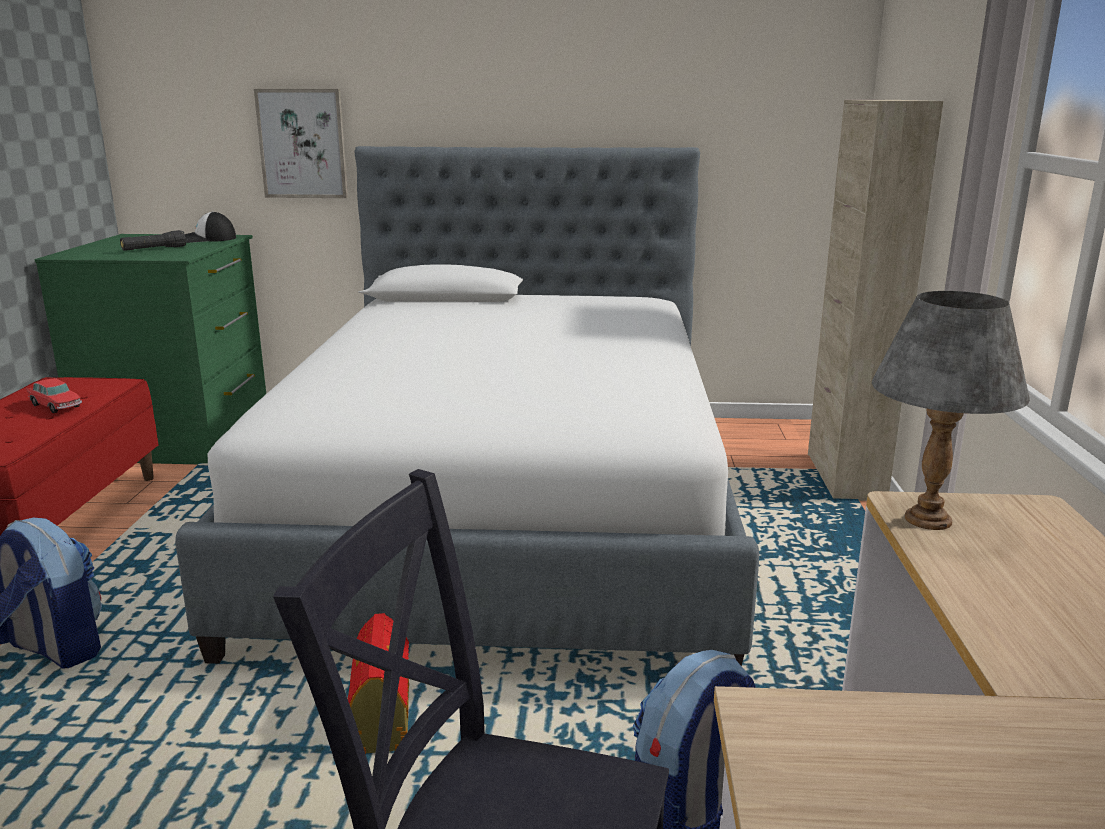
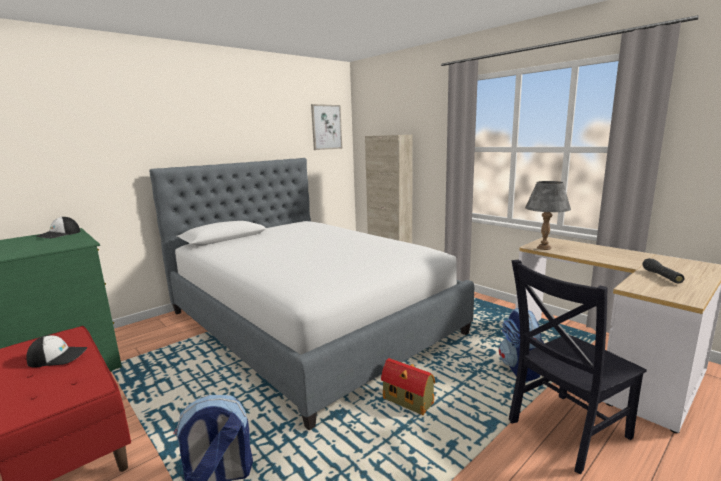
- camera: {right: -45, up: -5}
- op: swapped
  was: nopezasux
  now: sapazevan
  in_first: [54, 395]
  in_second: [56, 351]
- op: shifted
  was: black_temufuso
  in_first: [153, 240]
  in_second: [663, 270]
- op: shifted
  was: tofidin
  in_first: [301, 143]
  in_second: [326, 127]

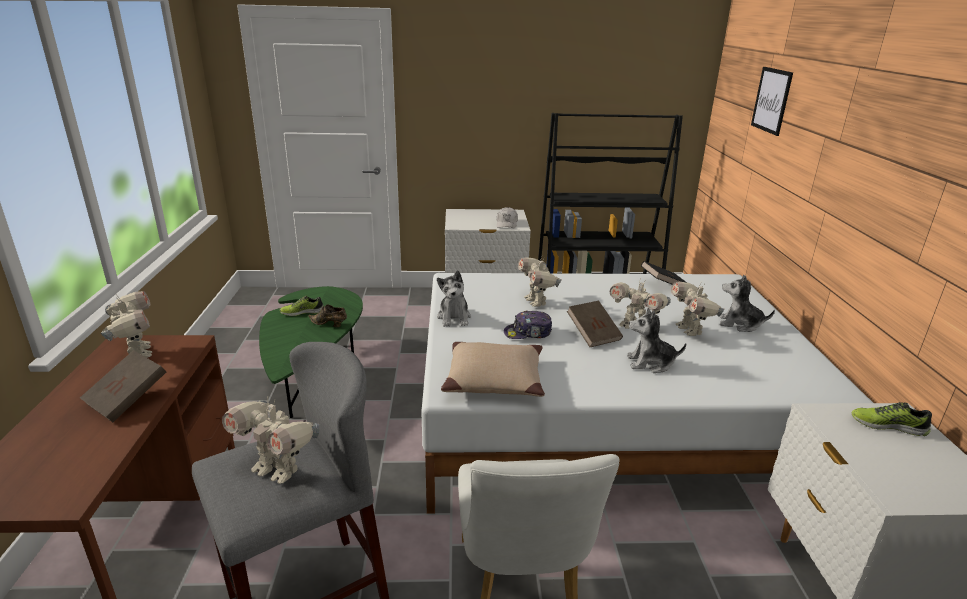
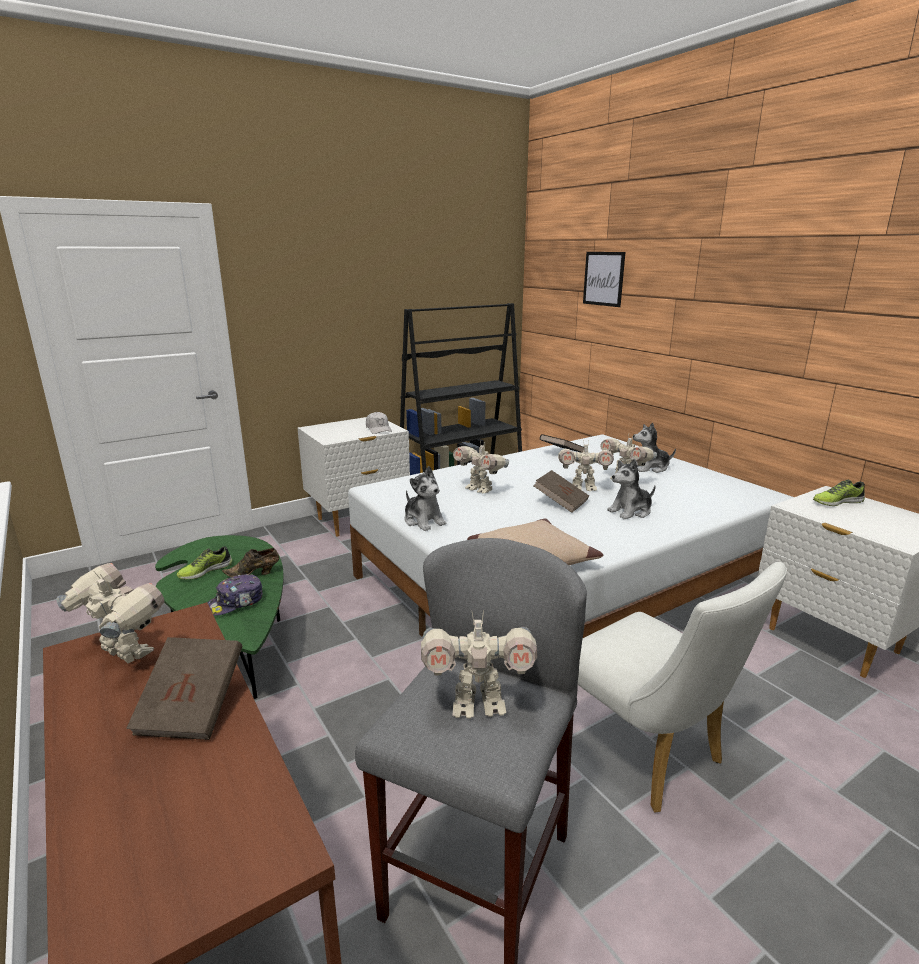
- camera: {right: -30, up: -5}
- op: shifted
  was: sapazevan
  in_first: [528, 325]
  in_second: [235, 595]

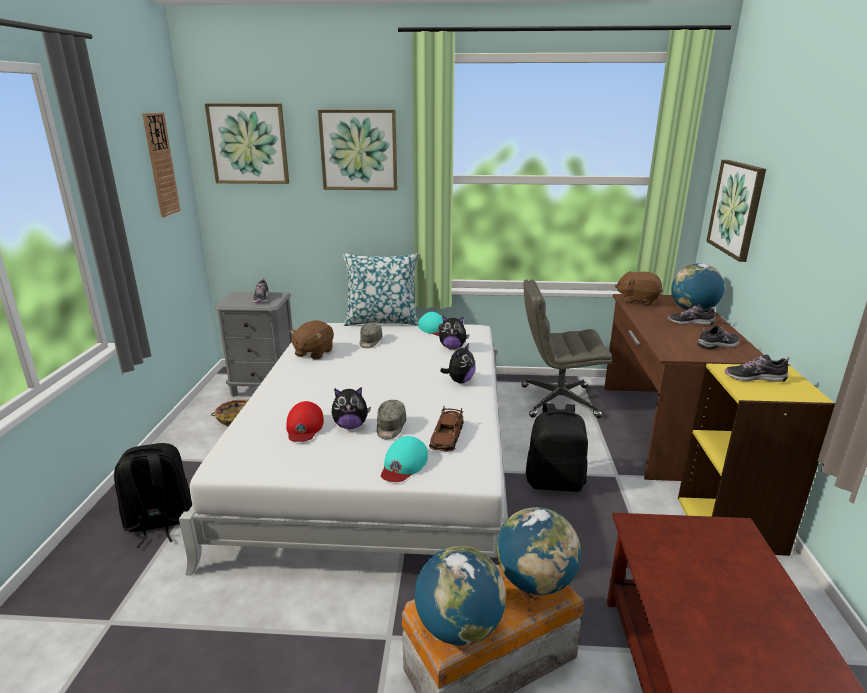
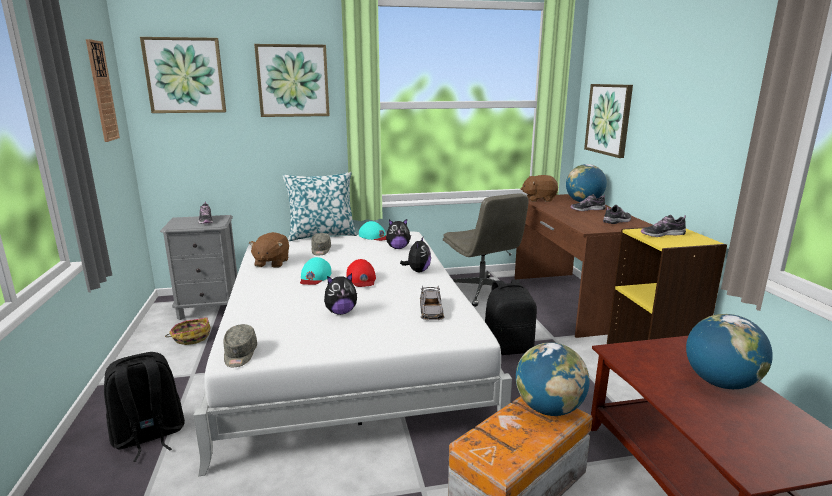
- camera: {right: -15, up: -5}
- op: shifted
  was: red_sapazevan
  in_first: [305, 421]
  in_second: [361, 273]
- op: shifted
  was: grey_sapazevan
  in_first: [391, 419]
  in_second: [240, 345]
- op: shifted
  was: turquoise_sapazevan
  in_first: [404, 459]
  in_second: [315, 271]
- op: shifted
  was: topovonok
  in_first: [460, 596]
  in_second: [729, 351]
- op: repainted
  was: brown_nopezasux
  now: grey_nopezasux
  in_first: [446, 429]
  in_second: [432, 302]
- op: rotated
  was: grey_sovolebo
  in_first: [566, 348]
  in_second: [486, 250]
  clockwise: -105

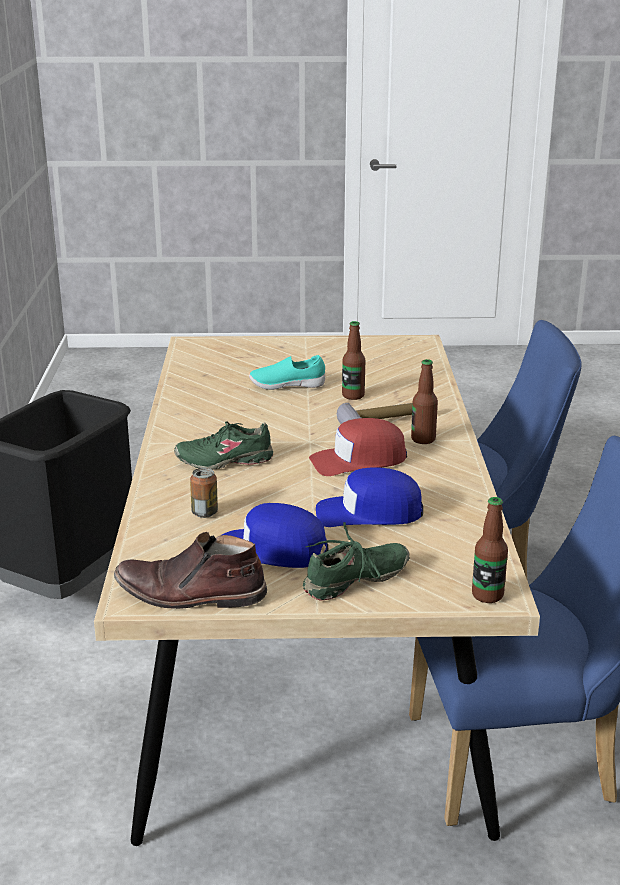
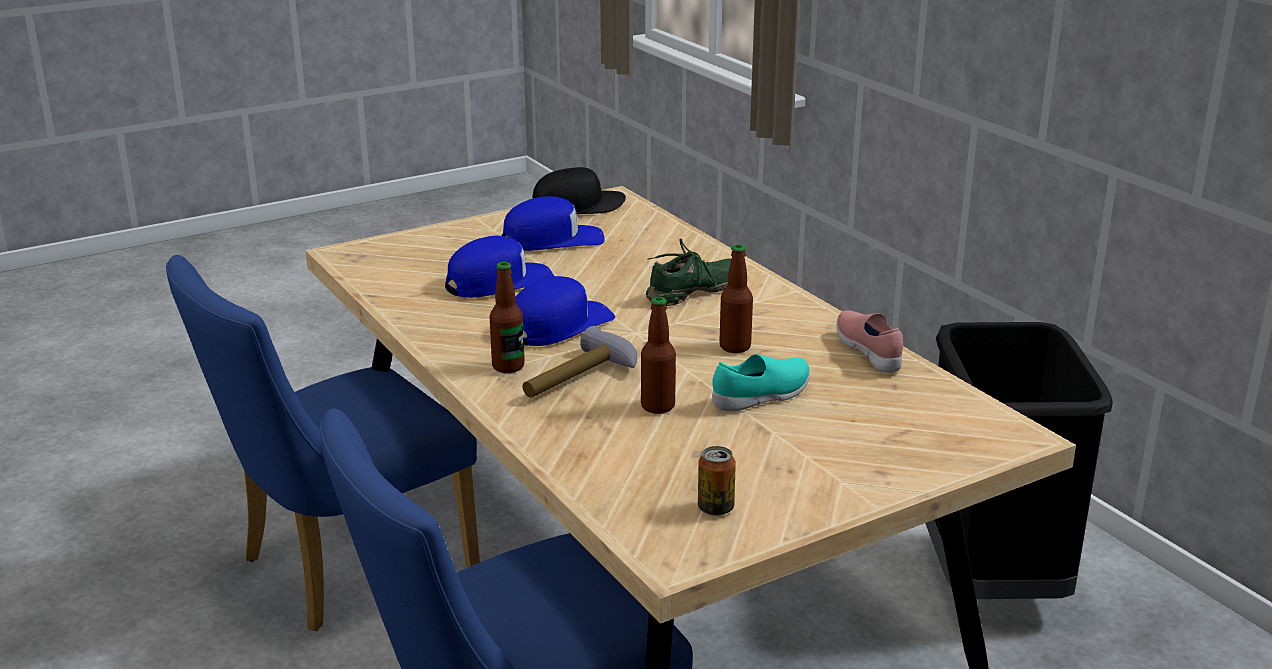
- camera: {right: 150, up: 0}
- op: swapped
  was: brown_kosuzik
  now: black_sapazevan
  in_first: [190, 570]
  in_second: [579, 190]
- op: shifted
  was: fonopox
  in_first: [204, 493]
  in_second: [717, 481]
- op: gone
  was: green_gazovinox
  in_first: [356, 561]
- op: repainted
  was: red_sapazevan
  now: blue_sapazevan
  in_first: [358, 447]
  in_second: [565, 311]
- op: shifted
  was: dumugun
  in_first: [490, 550]
  in_second: [736, 298]
- op: new
  now: pink_gazovinox
  in_second: [869, 342]

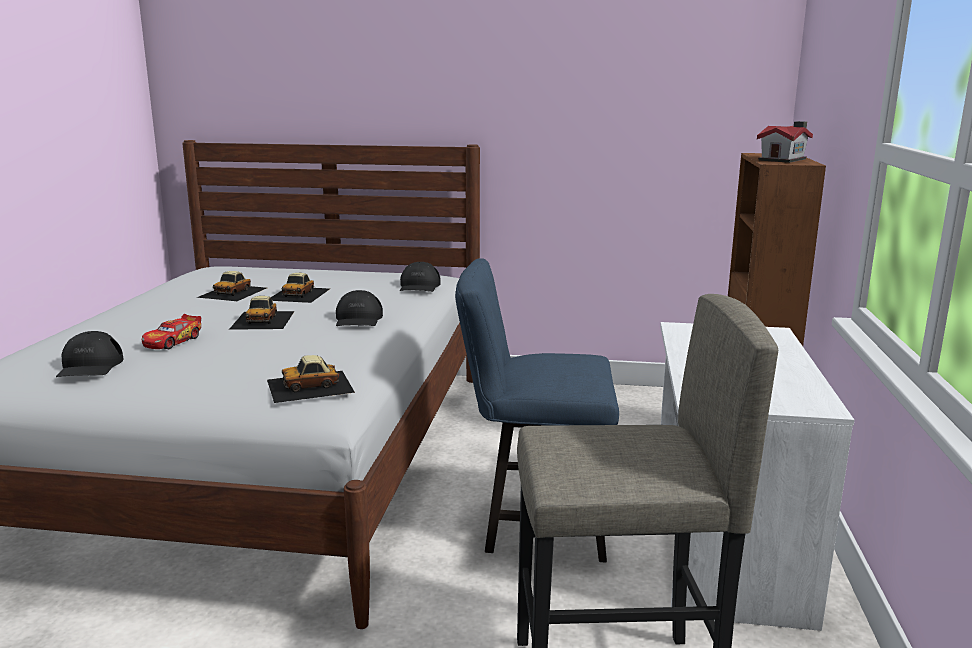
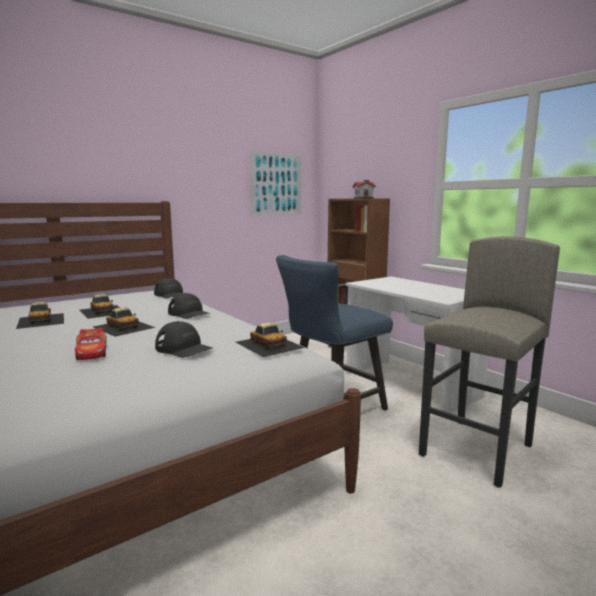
- camera: {right: -45, up: -5}
- op: shifted
  was: black_sapazevan
  in_first: [90, 354]
  in_second: [184, 339]
- op: rotated
  was: nopezasux
  in_first: [311, 379]
  in_second: [270, 339]
  clockwise: -60
- op: new
  now: tofidin
  in_second: [275, 183]

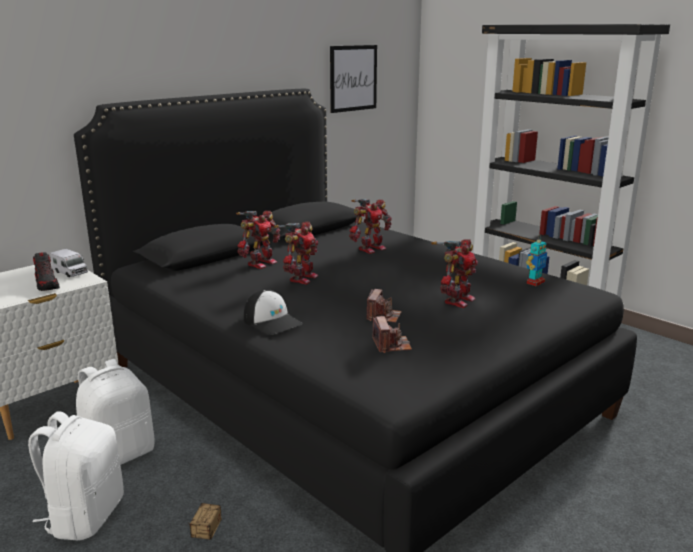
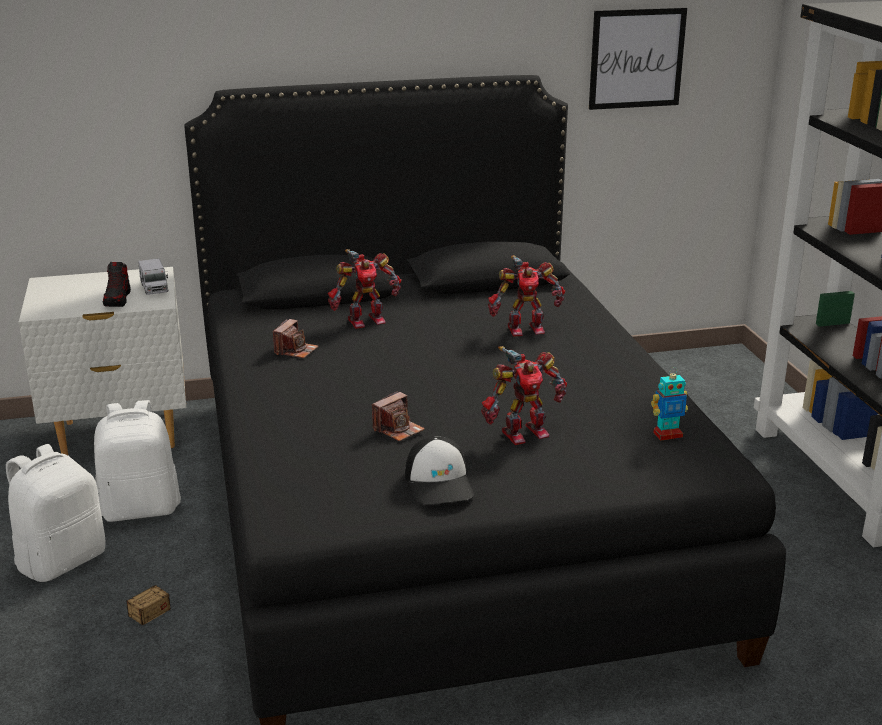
- camera: {right: 30, up: 5}
- op: shifted
  was: sapazevan
  in_first: [273, 312]
  in_second: [439, 470]
- op: gone
  was: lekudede
  in_first: [296, 253]
- op: shifted
  was: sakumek
  in_first: [392, 334]
  in_second: [295, 338]

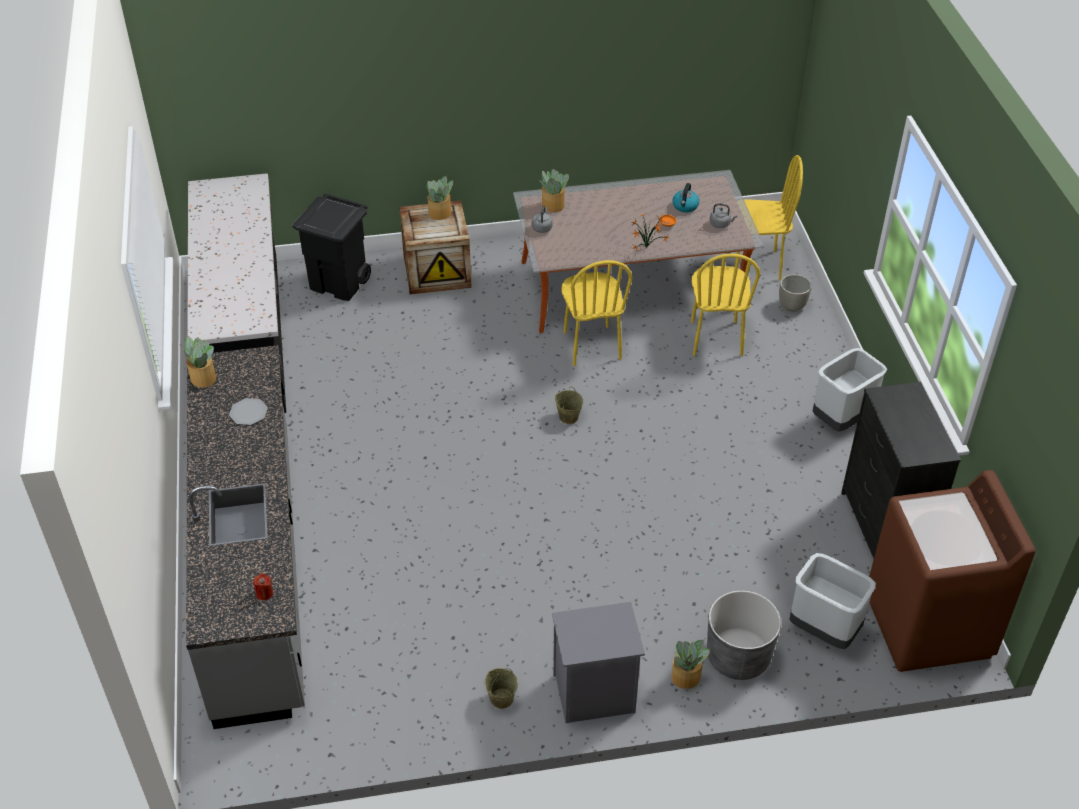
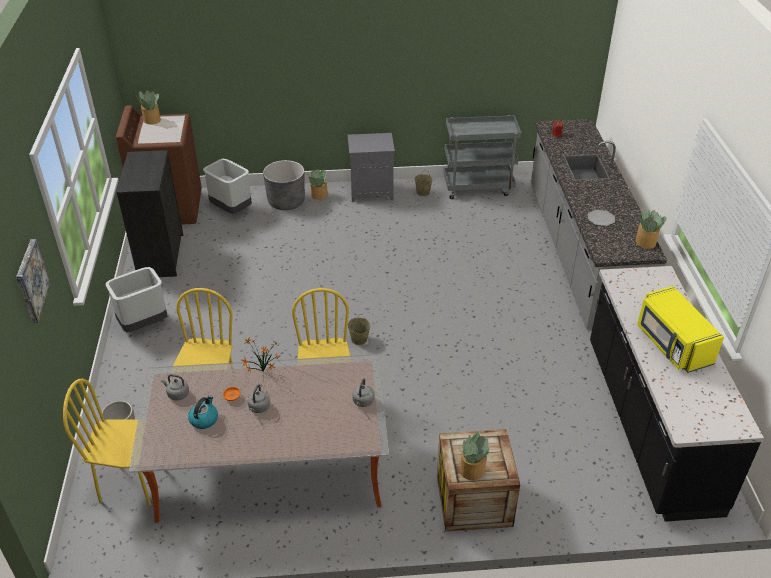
- camera: {right: -175, up: -5}
- op: gone
  was: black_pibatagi
  in_first: [331, 247]
- op: shifted
  was: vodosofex
  in_first: [554, 190]
  in_second: [148, 108]
- op: new
  now: tofidin
  in_second: [33, 281]
- op: new
  now: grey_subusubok
  in_second: [259, 398]
- op: new
  now: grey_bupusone
  in_second: [482, 157]
- op: new
  now: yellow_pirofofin
  in_second: [680, 329]

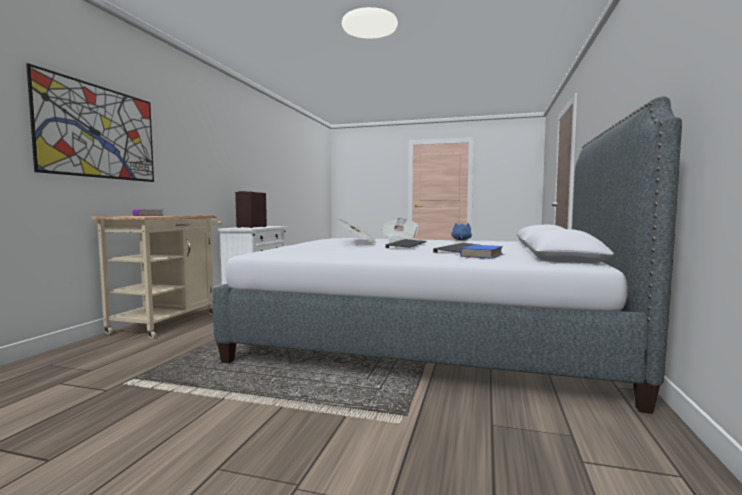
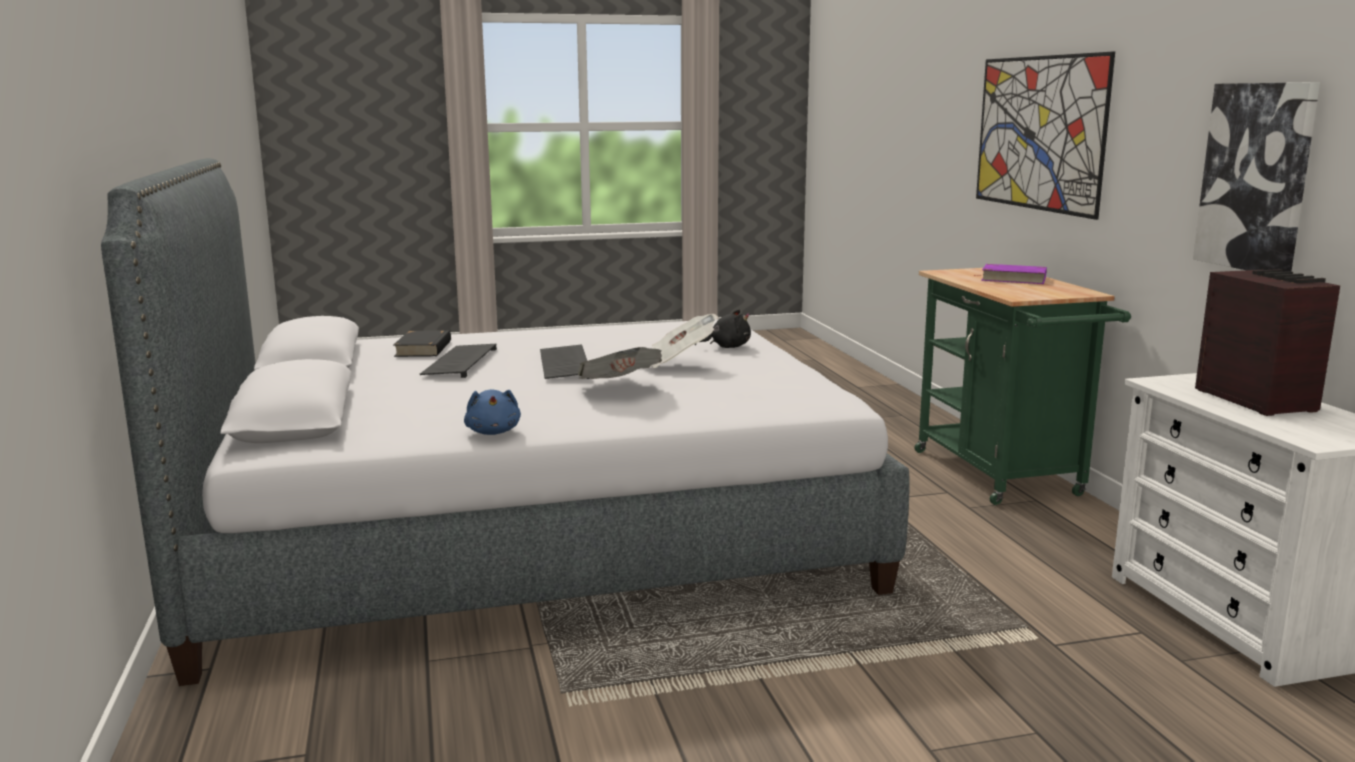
- camera: {right: 150, up: 10}
- op: repainted
  was: beige_bupusone
  now: green_bupusone
  in_first: [156, 277]
  in_second: [1022, 386]
- op: repainted
  was: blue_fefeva
  now: black_fefeva
  in_first: [481, 252]
  in_second: [422, 343]
- op: new
  now: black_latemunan
  in_second: [723, 329]
- op: new
  now: tofidin
  in_second: [1256, 177]

